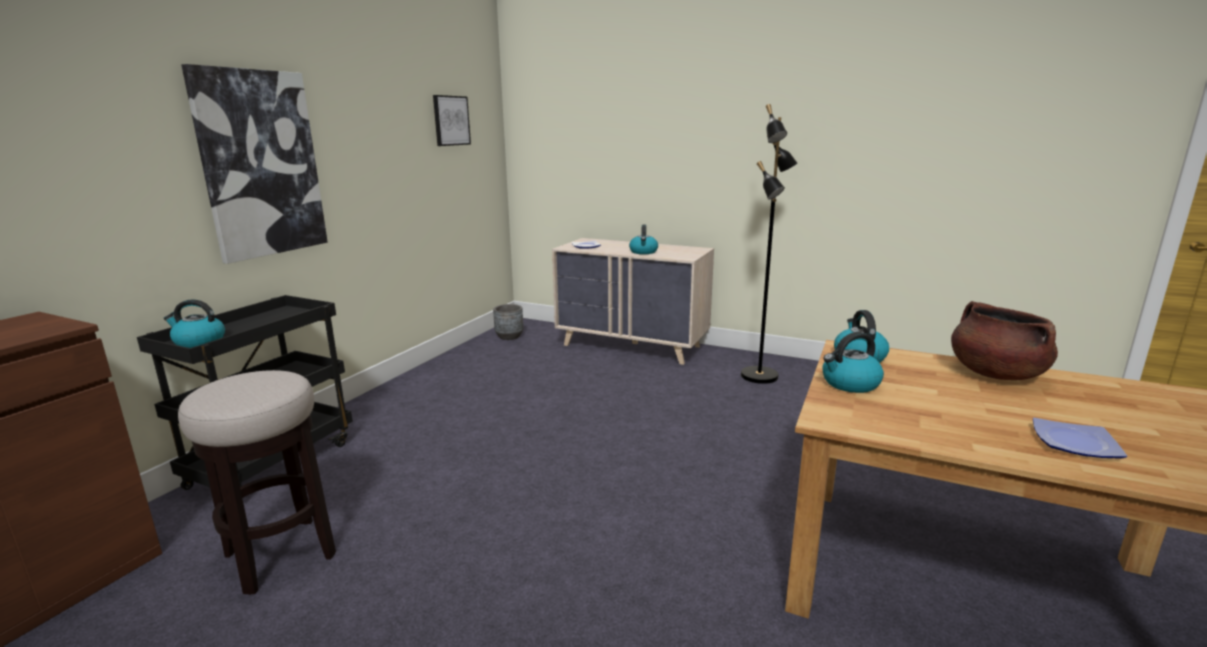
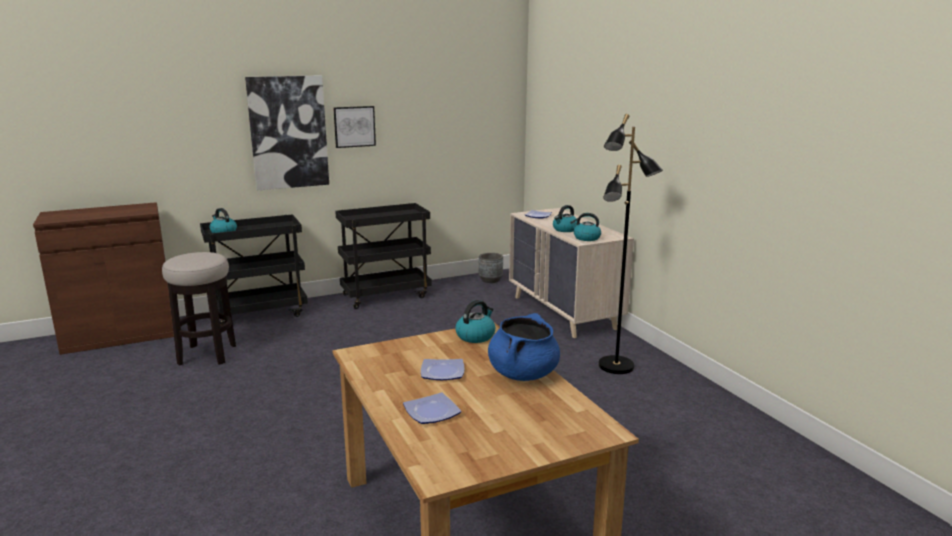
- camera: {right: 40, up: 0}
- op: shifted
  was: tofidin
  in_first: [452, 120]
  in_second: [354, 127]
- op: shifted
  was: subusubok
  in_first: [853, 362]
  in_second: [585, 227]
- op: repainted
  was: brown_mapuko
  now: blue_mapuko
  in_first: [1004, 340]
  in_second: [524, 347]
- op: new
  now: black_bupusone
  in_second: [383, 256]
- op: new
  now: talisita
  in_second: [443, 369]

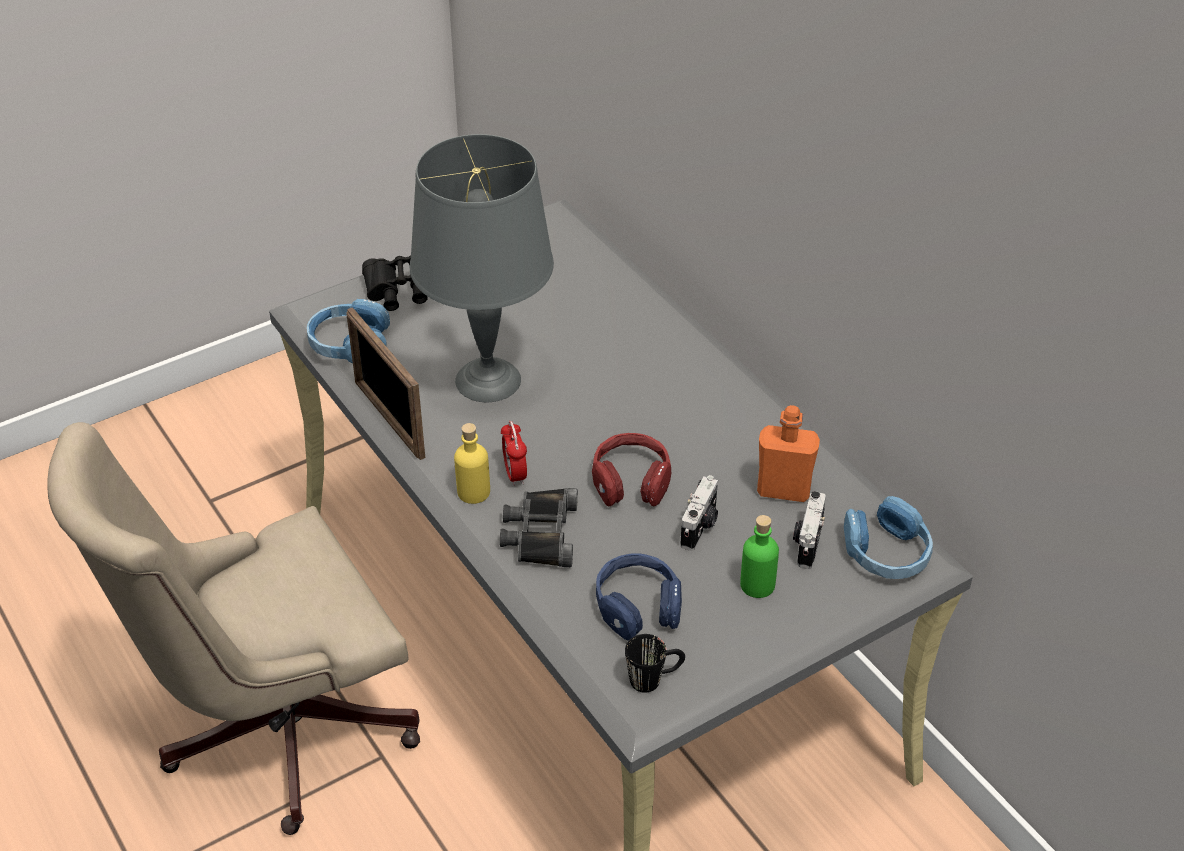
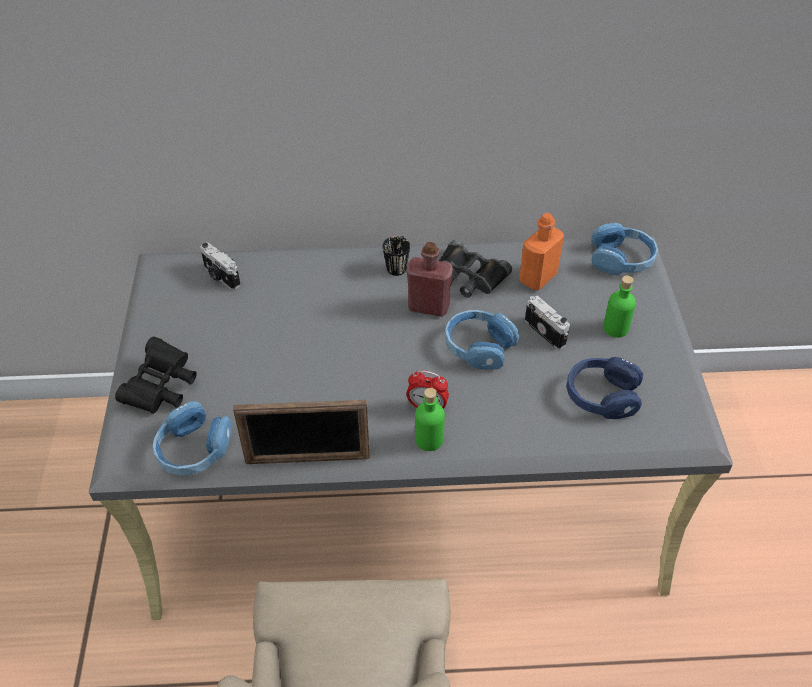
- camera: {right: -60, up: 5}
- op: gone
  was: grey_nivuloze
  in_first: [482, 268]
- op: repainted
  was: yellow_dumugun
  now: green_dumugun
  in_first: [472, 463]
  in_second: [430, 419]
- op: shifted
  was: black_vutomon
  in_first: [539, 527]
  in_second: [475, 269]
- op: repainted
  was: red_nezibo
  now: blue_nezibo
  in_first: [631, 469]
  in_second: [482, 340]
- op: shifted
  was: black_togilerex
  in_first: [655, 663]
  in_second: [396, 256]
- op: shifted
  was: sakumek
  in_first: [809, 530]
  in_second: [220, 266]
- op: new
  now: red_dumugun
  in_second: [430, 279]

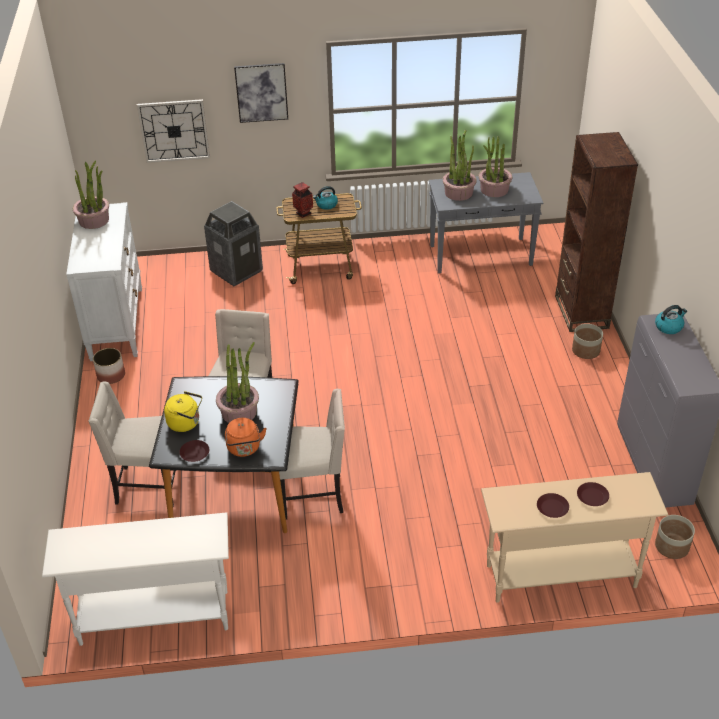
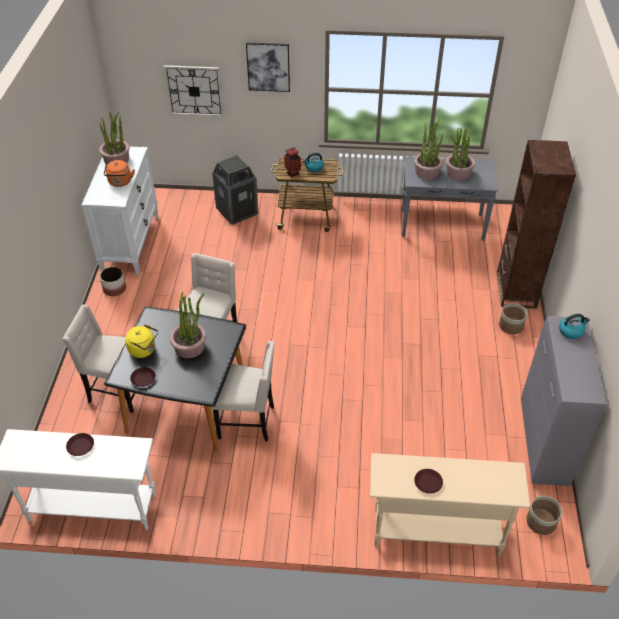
- camera: {right: 10, up: 5}
- op: shifted
  was: orange_subusubok
  in_first: [245, 437]
  in_second: [119, 173]
- op: shifted
  was: brown_talisita
  in_first: [593, 494]
  in_second: [80, 444]

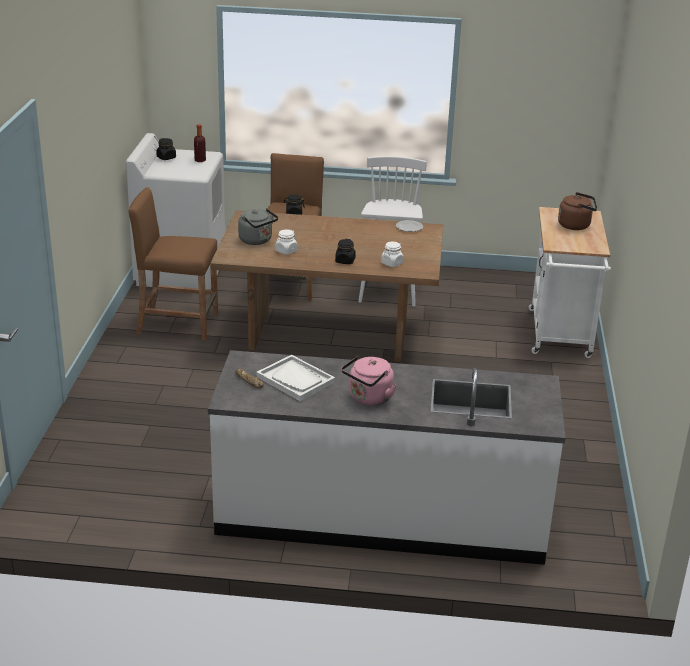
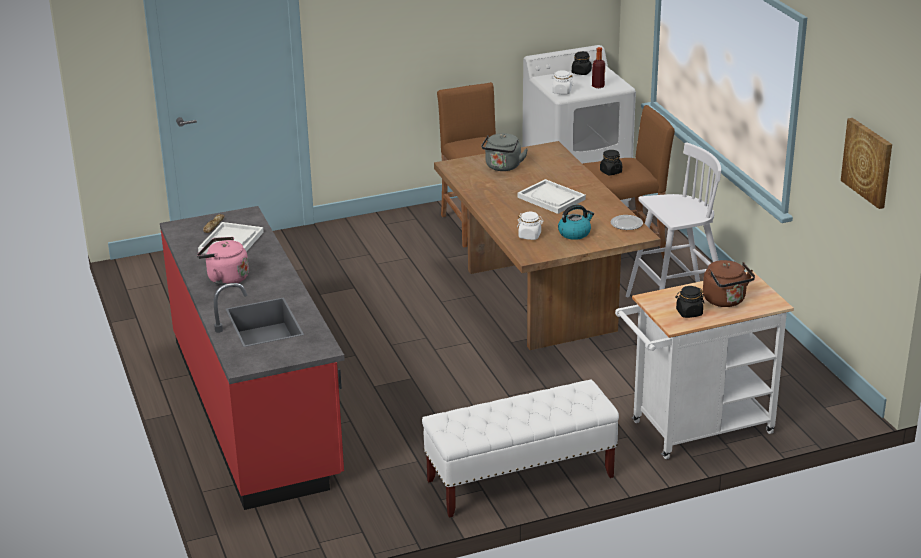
- camera: {right: 65, up: 0}
- op: repainted
  was: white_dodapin
  now: red_dodapin
  in_first: [386, 457]
  in_second: [252, 358]
- op: shifted
  was: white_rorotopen
  in_first: [286, 242]
  in_second: [562, 82]
- op: shifted
  was: black_rorotopen
  in_first: [345, 251]
  in_second: [689, 302]
- op: new
  now: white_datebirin
  in_second: [520, 448]
- op: new
  now: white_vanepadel
  in_second: [552, 196]
- op: new
  now: subusubok
  in_second: [576, 222]
- op: new
  now: tofidin
  in_second: [866, 163]

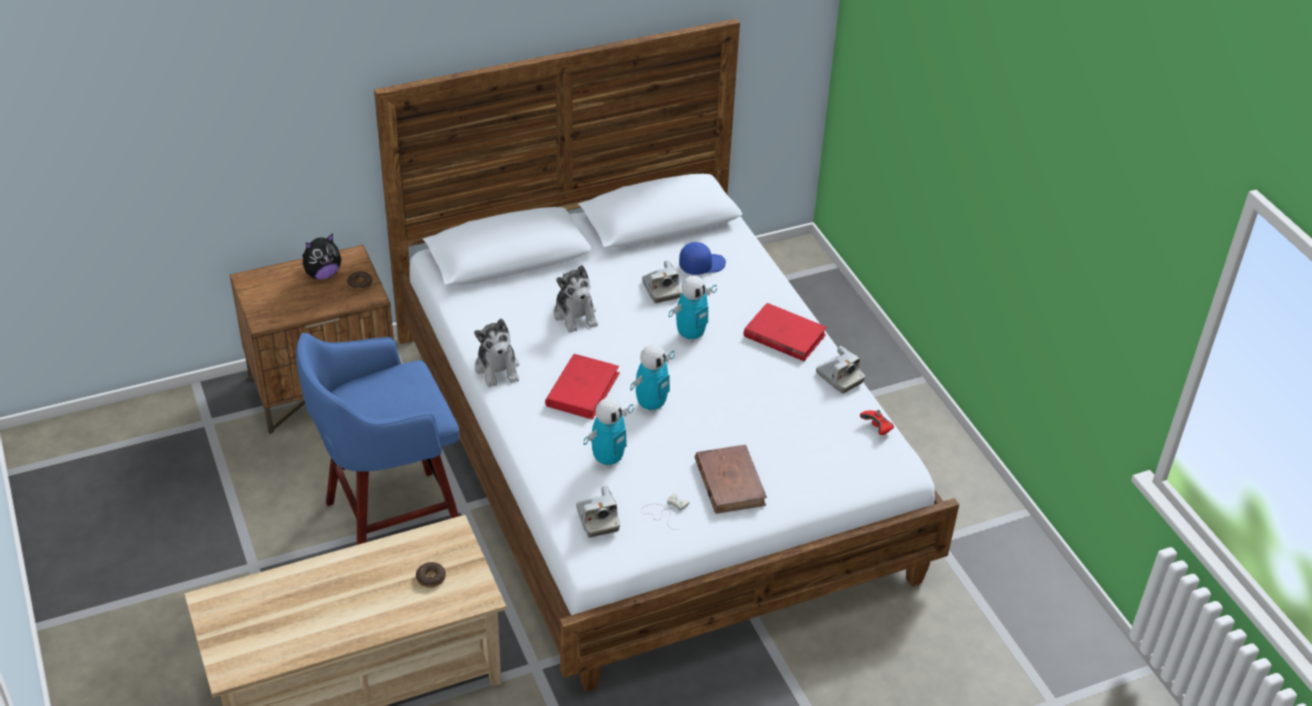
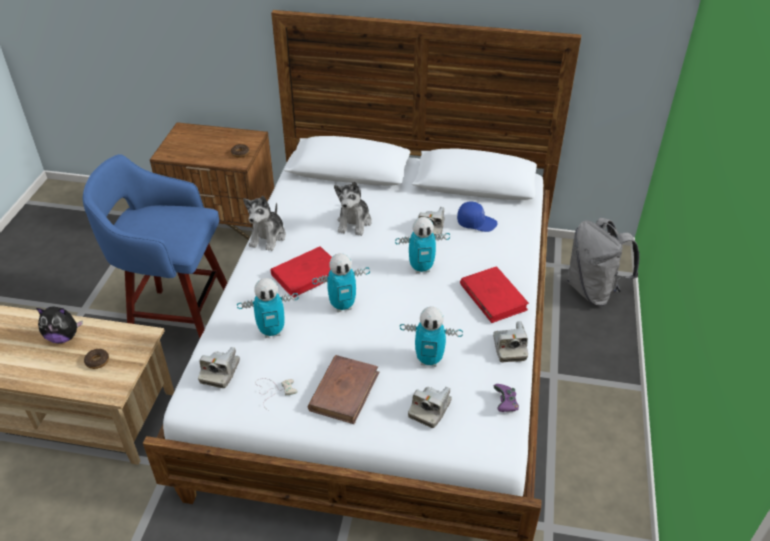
- camera: {right: 35, up: 0}
- op: shifted
  was: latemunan
  in_first: [321, 256]
  in_second: [59, 324]
- op: repainted
  was: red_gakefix
  now: purple_gakefix
  in_first: [877, 422]
  in_second: [506, 398]
- op: new
  now: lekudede
  in_second: [431, 336]
- op: new
  now: sakumek
  in_second: [430, 407]
- op: new
  now: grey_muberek
  in_second: [603, 262]

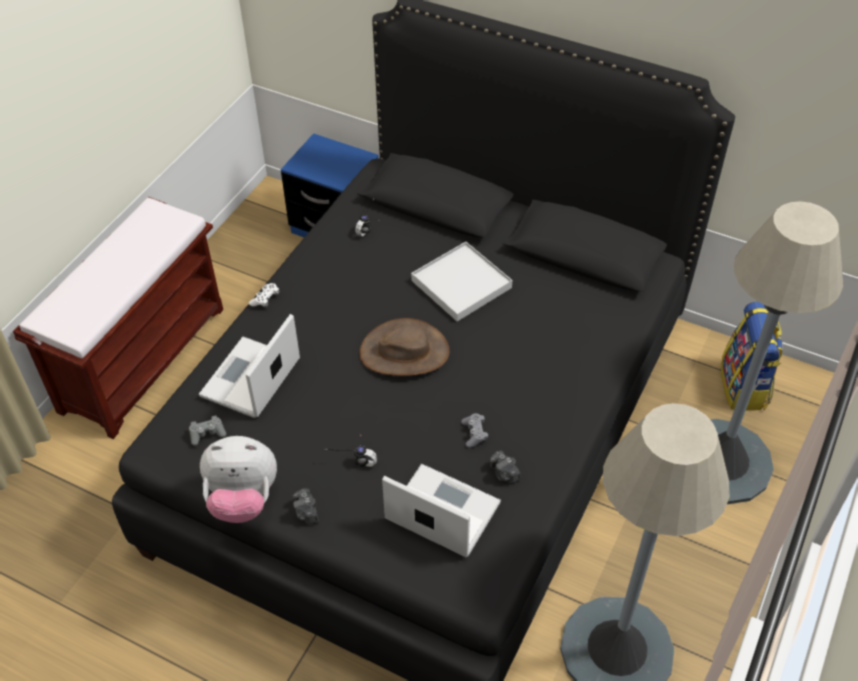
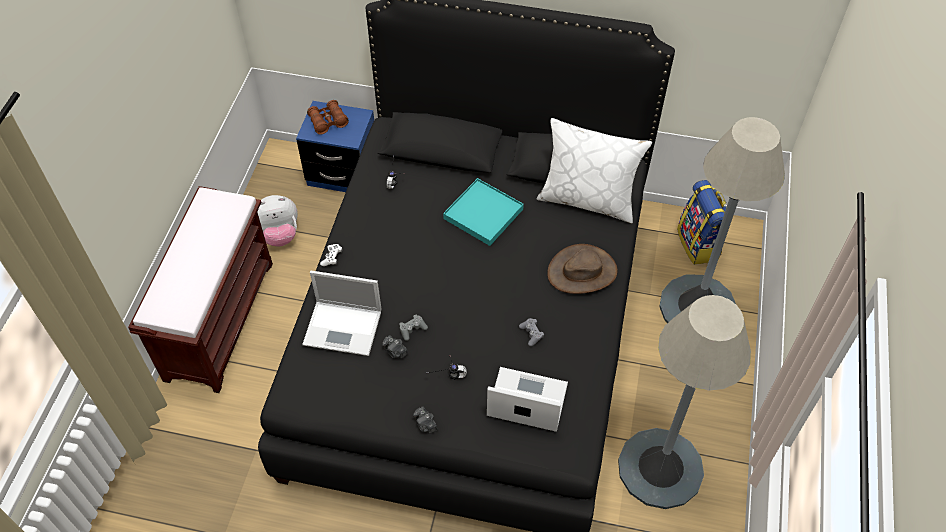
- camera: {right: -15, up: 5}
- op: shifted
  was: grey_gakefix
  in_first: [207, 431]
  in_second: [413, 328]
- op: rotated
  was: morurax
  in_first: [249, 366]
  in_second: [342, 313]
  clockwise: -90
- op: shifted
  was: latemunan
  in_first: [238, 479]
  in_second: [277, 221]
- op: shifted
  was: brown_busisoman
  in_first: [404, 347]
  in_second: [582, 269]
- op: repainted
  was: white_vanepadel
  now: turquoise_vanepadel
  in_first: [461, 282]
  in_second: [483, 212]
- op: shifted
  was: sakumek
  in_first: [505, 467]
  in_second: [395, 347]
- op: new
  now: brown_vutomon
  in_second: [328, 117]
- op: new
  now: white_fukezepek
  in_second: [594, 171]

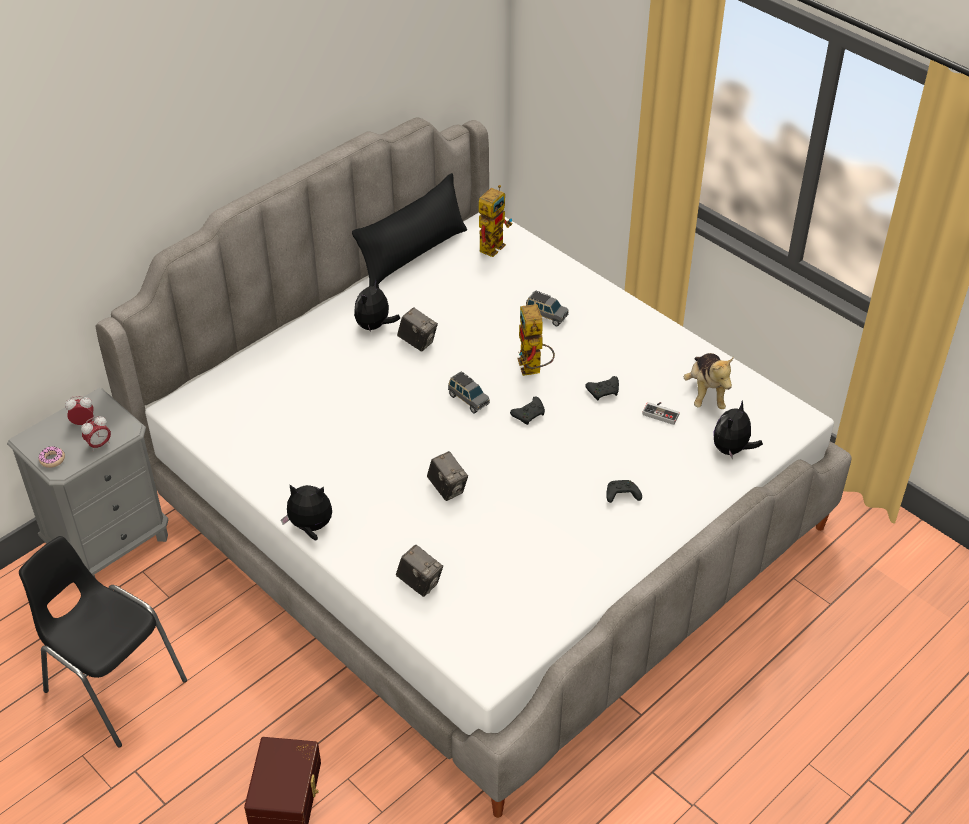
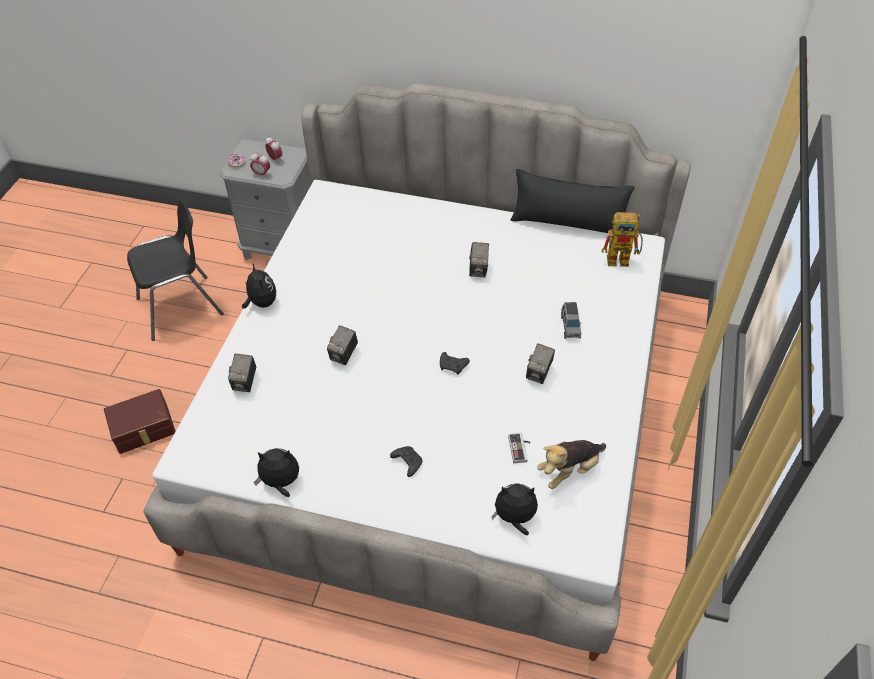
- camera: {right: 60, up: 5}
- op: rotated
  was: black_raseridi
  in_first: [103, 642]
  in_second: [175, 270]
  clockwise: 60
- op: shifted
  was: latemunan
  in_first: [377, 305]
  in_second: [276, 472]
- op: gone
  was: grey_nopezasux
  in_first: [469, 392]
- op: gone
  was: lekudede
  in_first: [536, 340]
- op: gone
  was: black_gakefix
  in_first: [602, 388]
- op: new
  now: sakumek
  in_second: [540, 363]

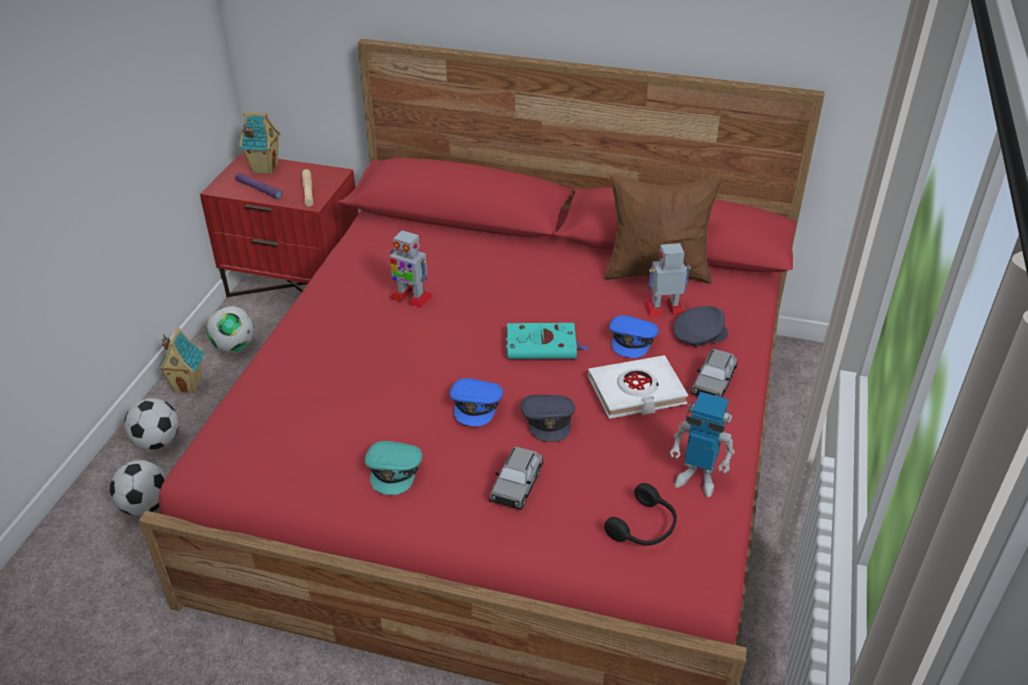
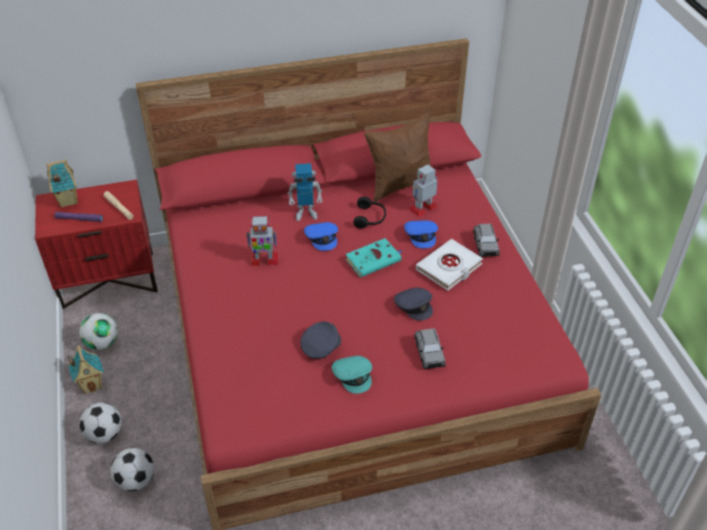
- camera: {right: -30, up: 5}
- op: shifted
  was: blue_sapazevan
  in_first: [476, 402]
  in_second: [321, 236]
- op: shifted
  was: black_nezibo
  in_first: [640, 514]
  in_second: [369, 213]
- op: shifted
  was: lekudede
  in_first: [702, 444]
  in_second: [305, 192]
- op: shifted
  was: grey_sapazevan
  in_first: [700, 326]
  in_second: [320, 340]

